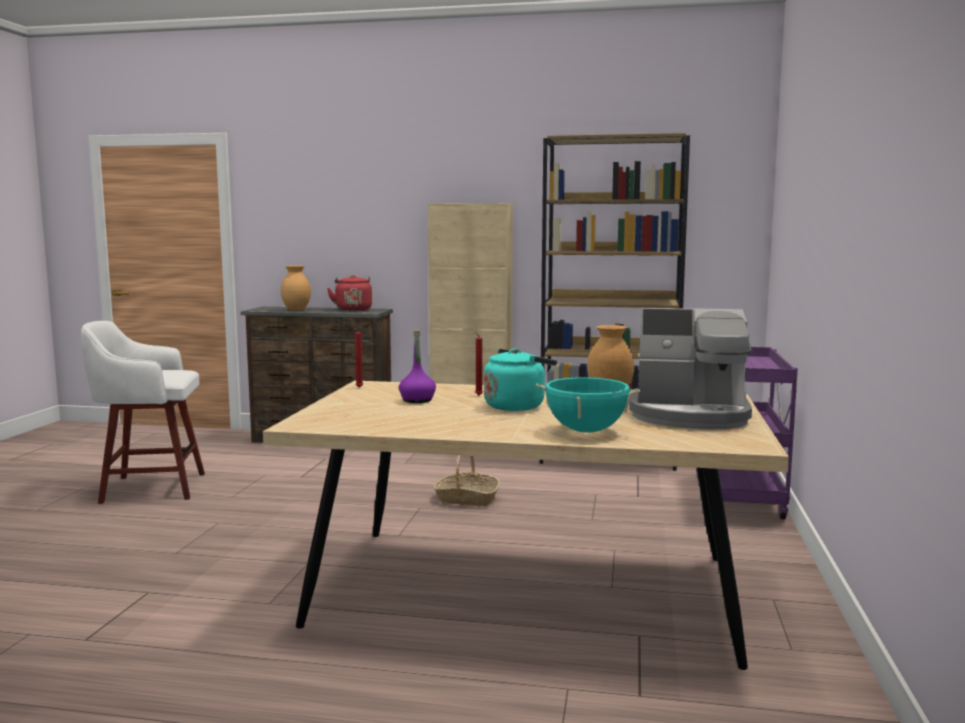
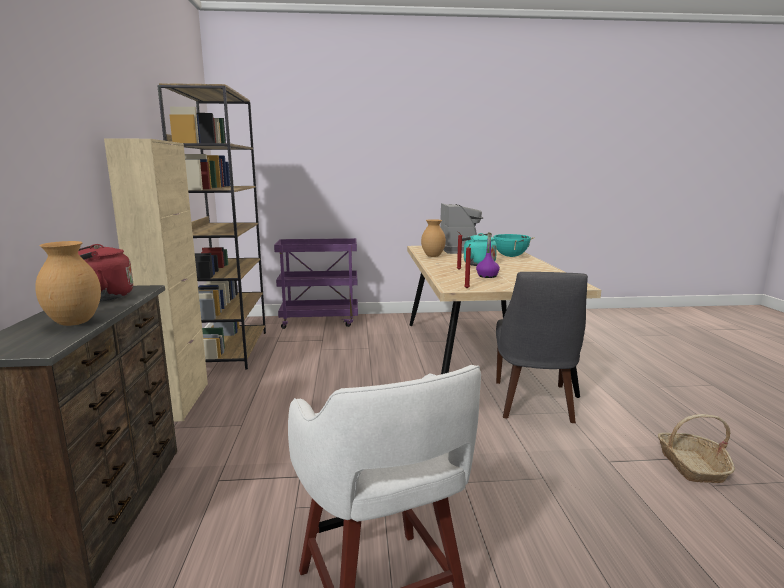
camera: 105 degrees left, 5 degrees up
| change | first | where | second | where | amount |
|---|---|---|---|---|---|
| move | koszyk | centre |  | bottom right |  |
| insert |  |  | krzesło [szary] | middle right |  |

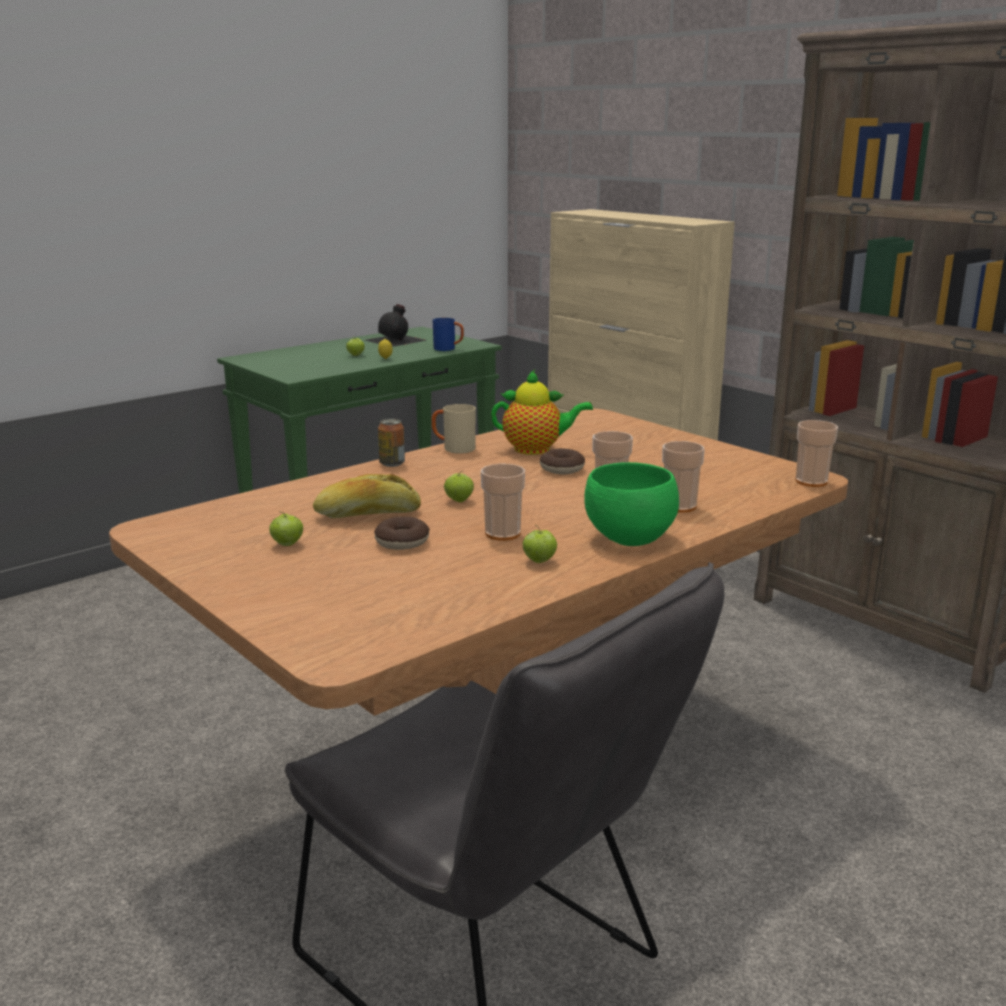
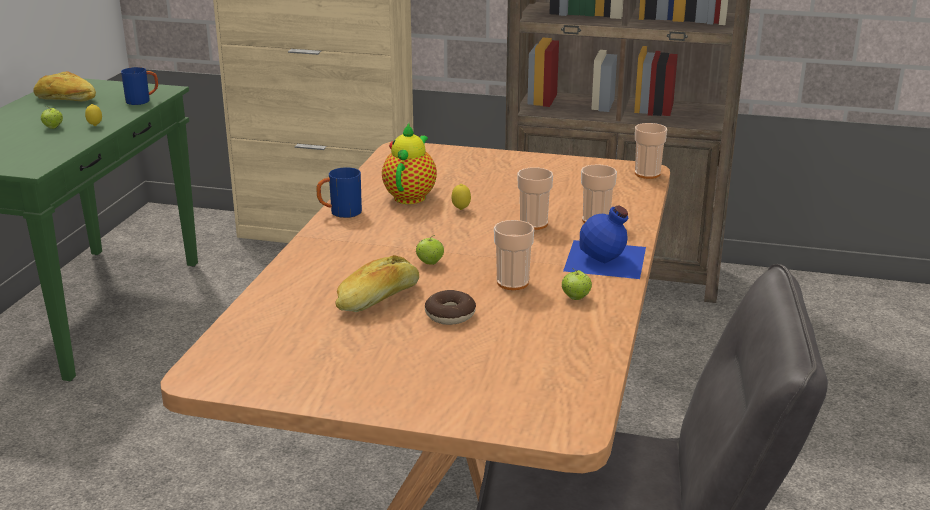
camera: 35 degrees left, 5 degrees up
| change | first | where | second | where | amount |
|---|---|---|---|---|---|
| delete | jabłko (1st from left) | middle left |  |  |  |
| replace | butelka [czarny] | top centre | chleb (1st from left) | top left |  |
| delete | puszka | centre |  |  |  |
| recolor | kubek [beżowy] | centre | kubek [niebieski] (2nd from left) | centre |  |
| rotate | imbryk | centre |  | top centre | 45 degrees counterclockwise |
| replace | donut (2nd from left) | centre | cytryna (2nd from left) | centre |  |
| replace | miska [zielony] | centre | butelka [niebieski] | centre |  |

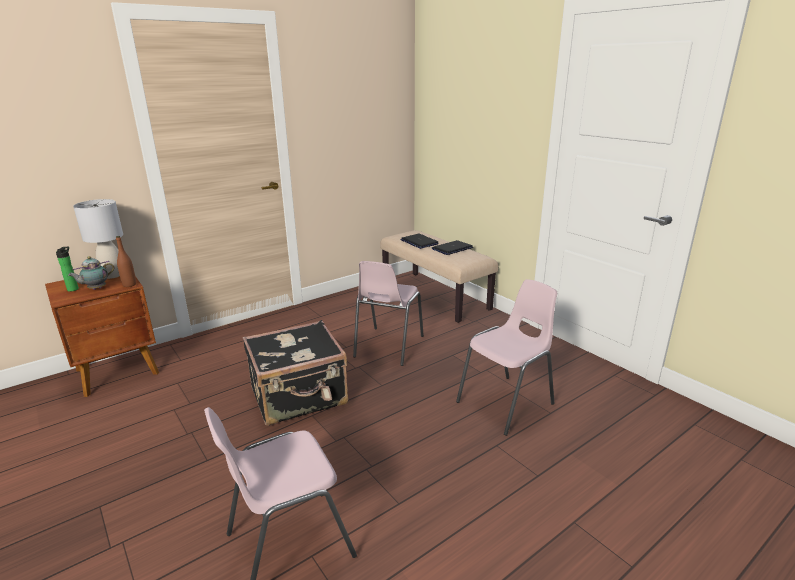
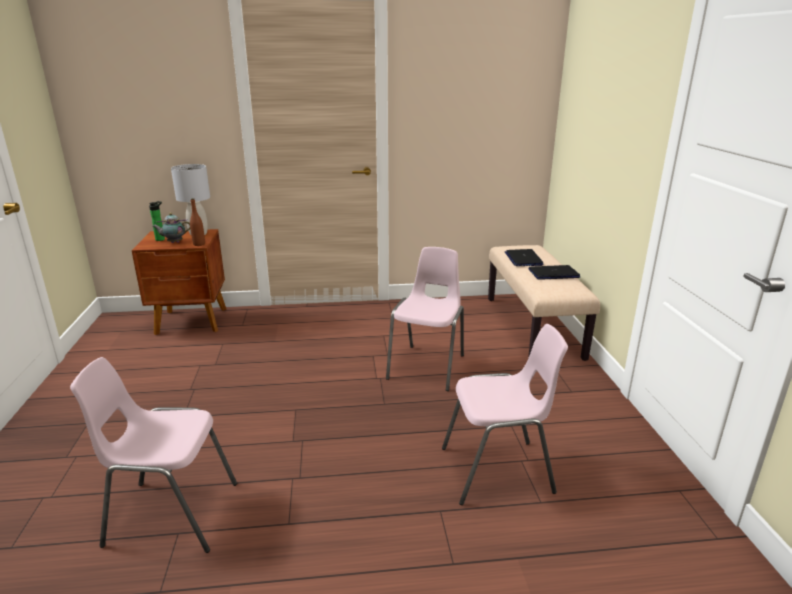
camera: 30 degrees right, 0 degrees up
| change | first | where | second | where | amount |
|---|---|---|---|---|---|
| delete | walizka [czarny] | centre |  |  |  |
| rotate | krzesło [różowy] (2nd from left) | centre |  | centre | 150 degrees clockwise |

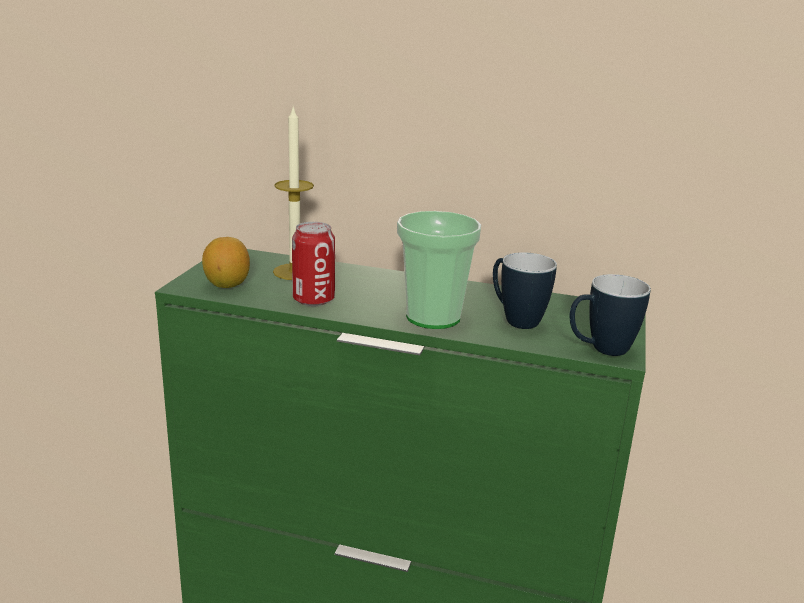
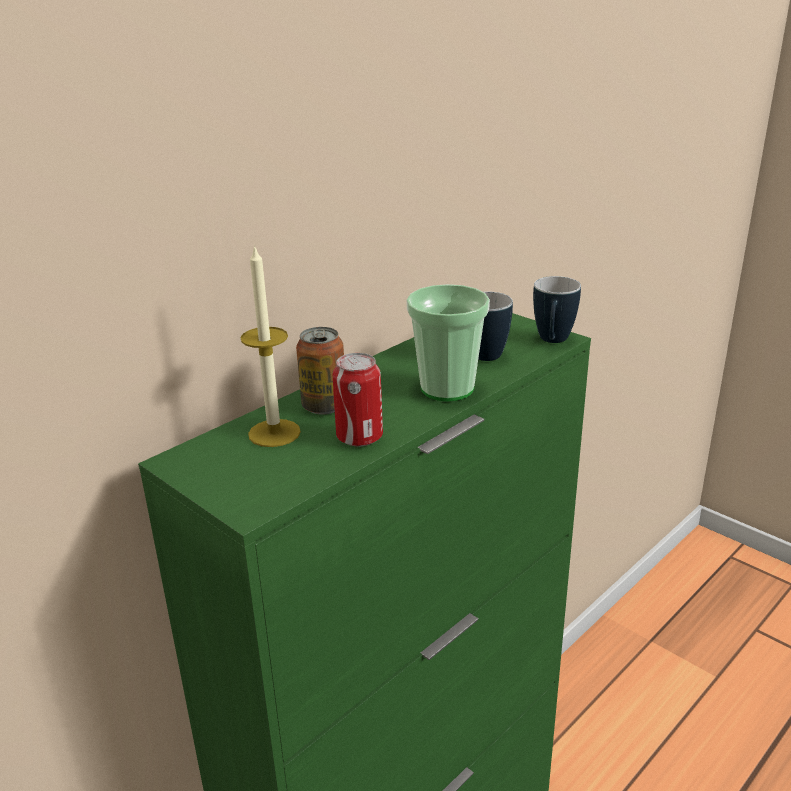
camera: 60 degrees left, 5 degrees up
| change | first | where | second | where | amount |
|---|---|---|---|---|---|
| delete | cytryna | middle left |  |  |  |
| insert |  |  | puszka (1st from left) | centre |  |

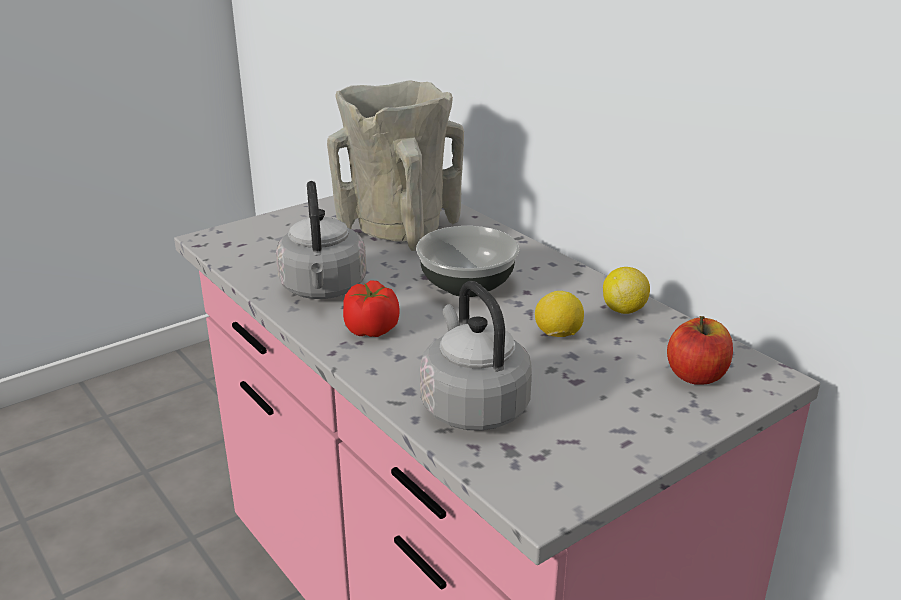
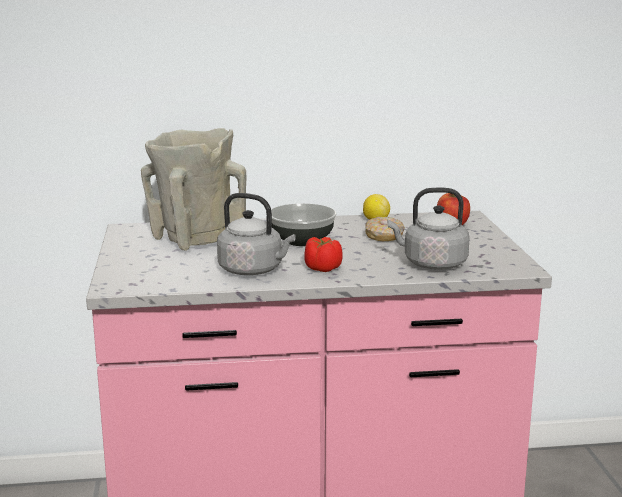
camera: 60 degrees left, 10 degrees down
| change | first | where | second | where | amount |
|---|---|---|---|---|---|
| replace | cytryna (1st from left) | centre | donut | centre |  |

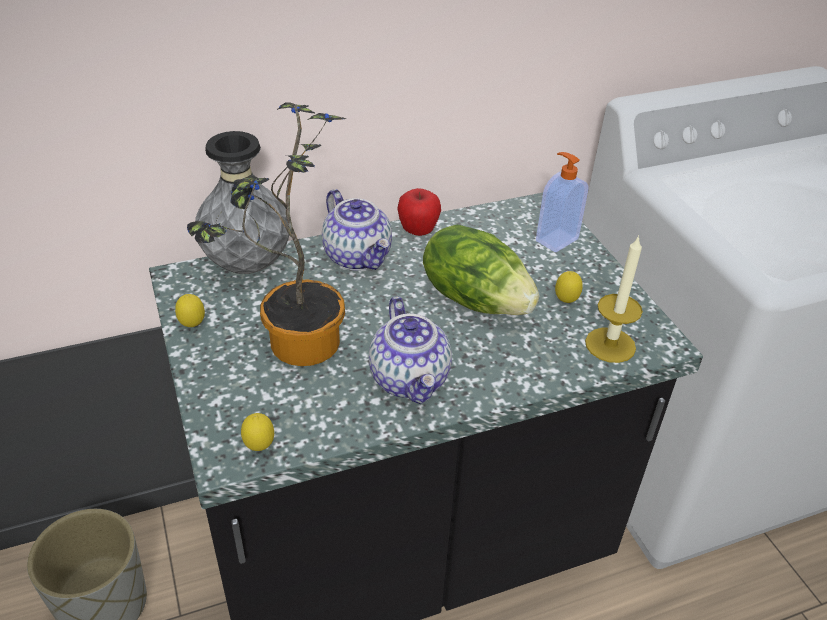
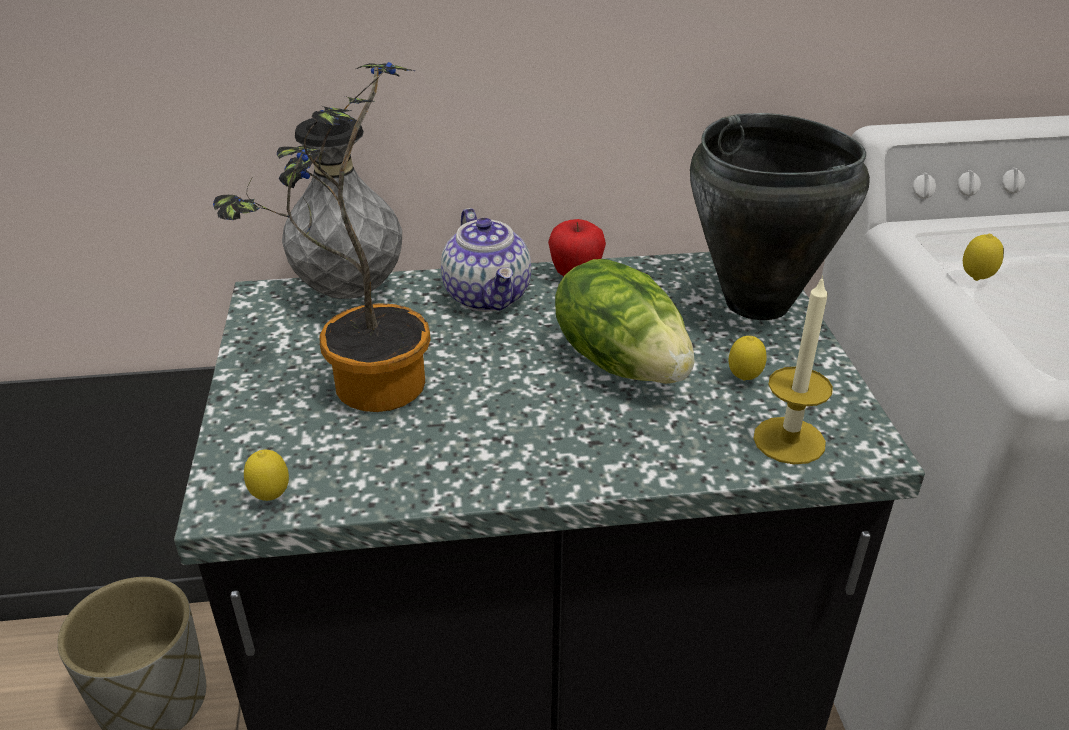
camera: 15 degrees right, 5 degrees down
| change | first | where | second | where | amount |
|---|---|---|---|---|---|
| move | cytryna (1st from left in the first image) | middle left | cytryna (3rd from left) | middle right |  |
| delete | imbryk (2nd from left) | centre |  |  |  |
| replace | dozownik mydła | top right | garnek [czarny] | top right |  |

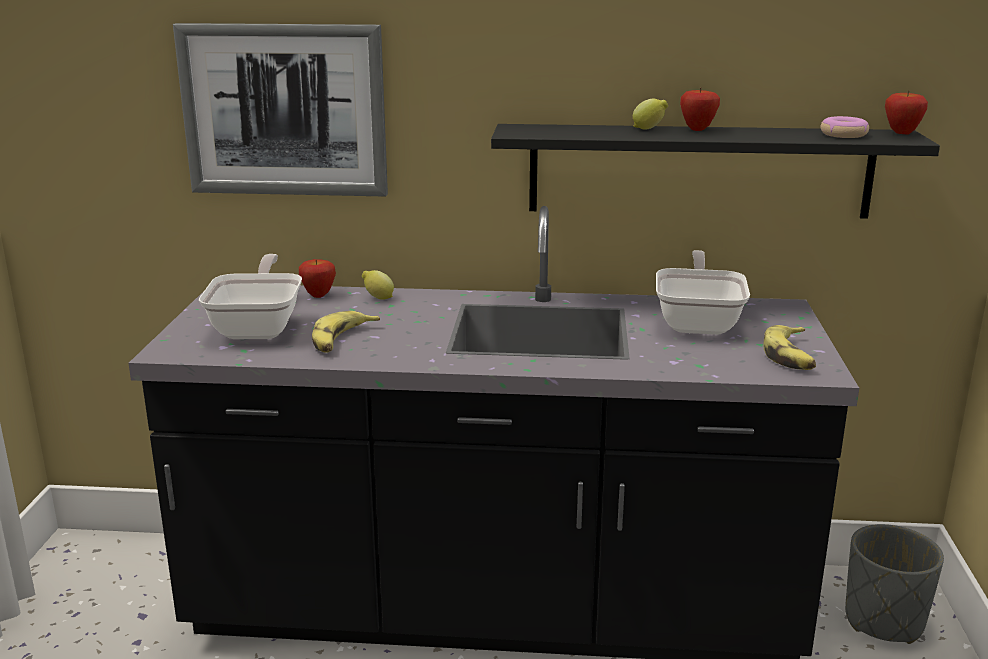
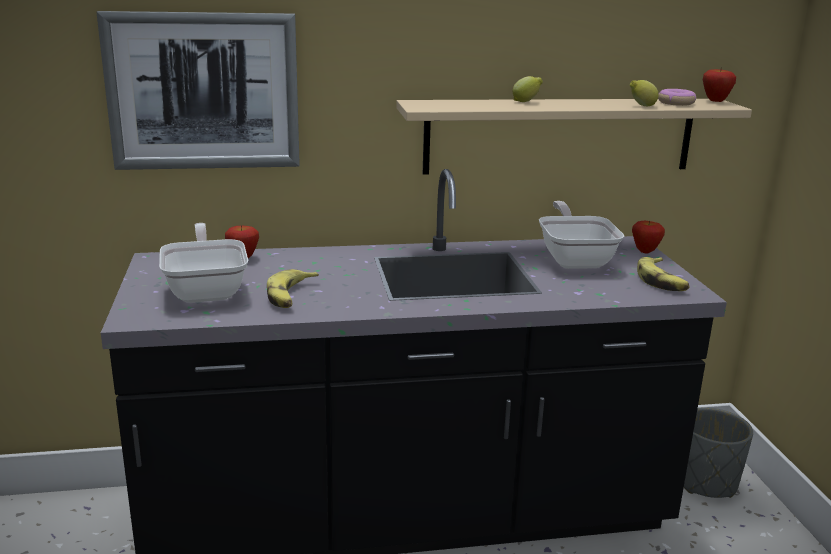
camera: 15 degrees left, 0 degrees up
| change | first | where | second | where | amount |
|---|---|---|---|---|---|
| move | cytryna (1st from left in the first image) | centre | cytryna (2nd from left) | top right |  |
| recolor | półka [czarny] | top right | półka [beżowy] | top right |  |
| move | jabłko (2nd from left) | top right |  | middle right |  |

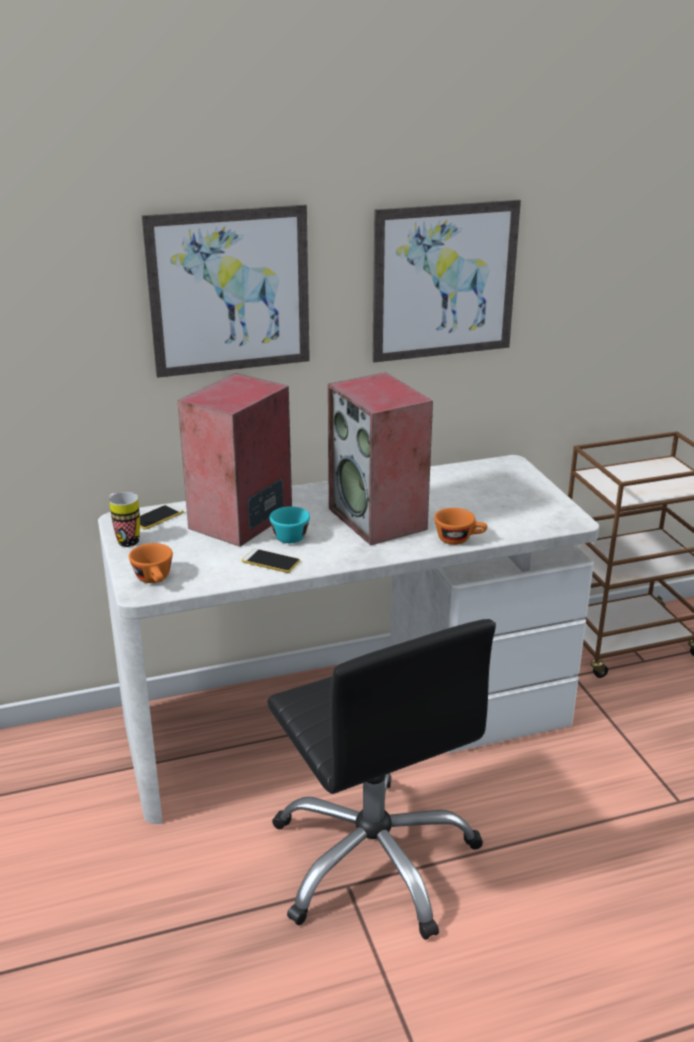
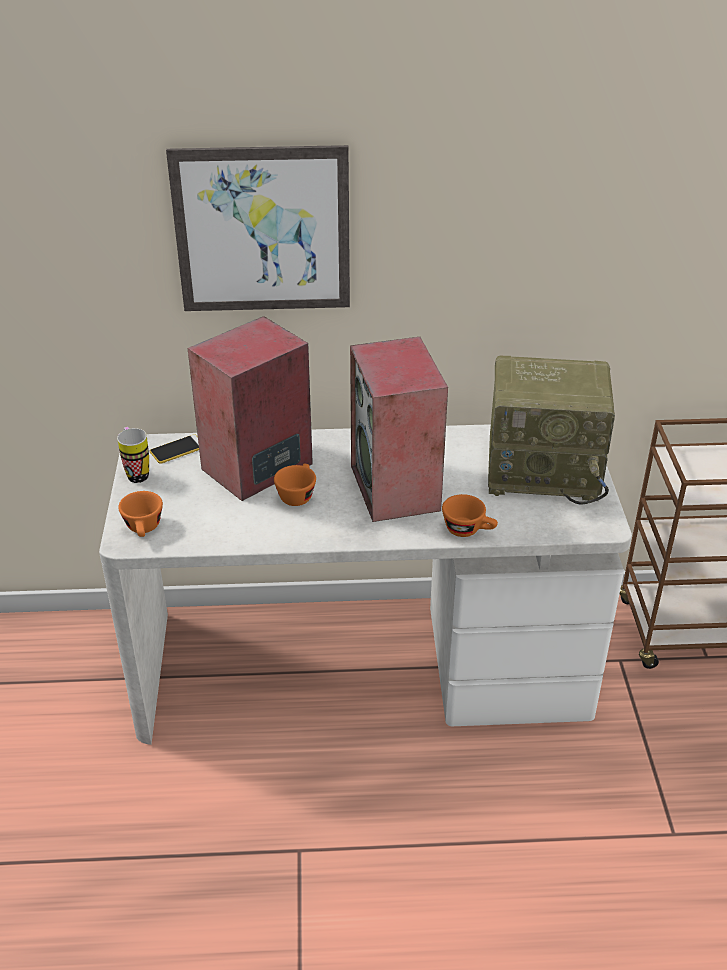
camera: 15 degrees right, 10 degrees up
| change | first | where | second | where | amount |
|---|---|---|---|---|---|
| delete | telefon (2nd from left) | centre |  |  |  |
| delete | krzesło biurowe [czarny] | bottom centre |  |  |  |
| recolor | filiżanka [turkusowy] | centre | filiżanka [pomarańczowy] (2nd from left) | centre |  |
| delete | obraz (2nd from left) | top centre |  |  |  |
| insert |  |  | radio | middle right |  |

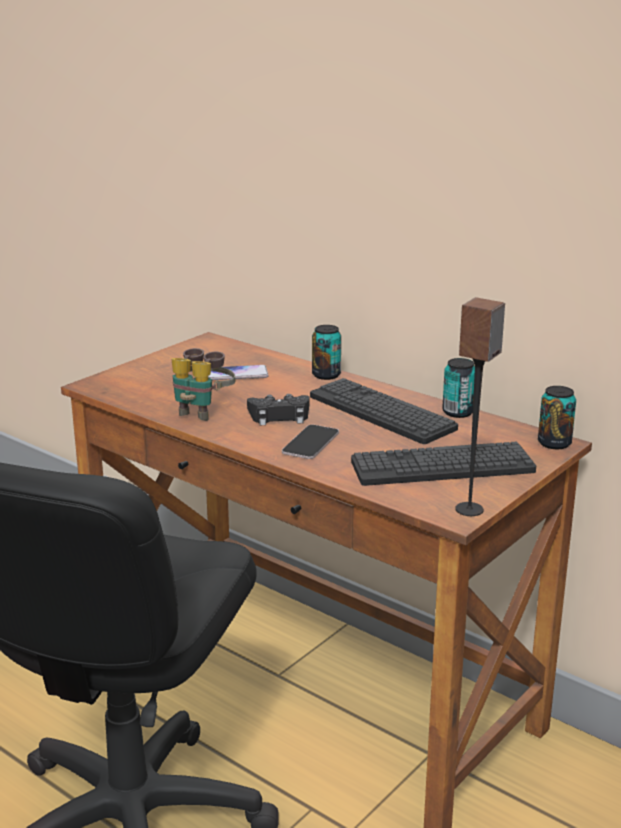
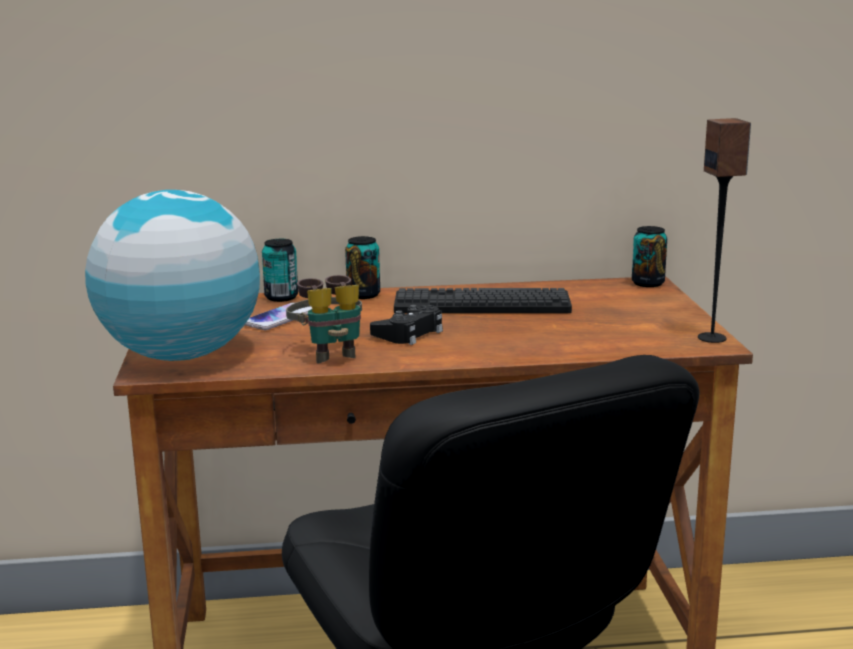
camera: 45 degrees left, 5 degrees down
| change | first | where | second | where | amount |
|---|---|---|---|---|---|
| delete | telefon (2nd from left) | centre |  |  |  |
| delete | klawiatura (2nd from left) | middle right |  |  |  |
| move | puszka (2nd from left in the first image) | middle right | puszka (1st from left) | middle left |  |
| insert |  |  | globus | middle left |  |

